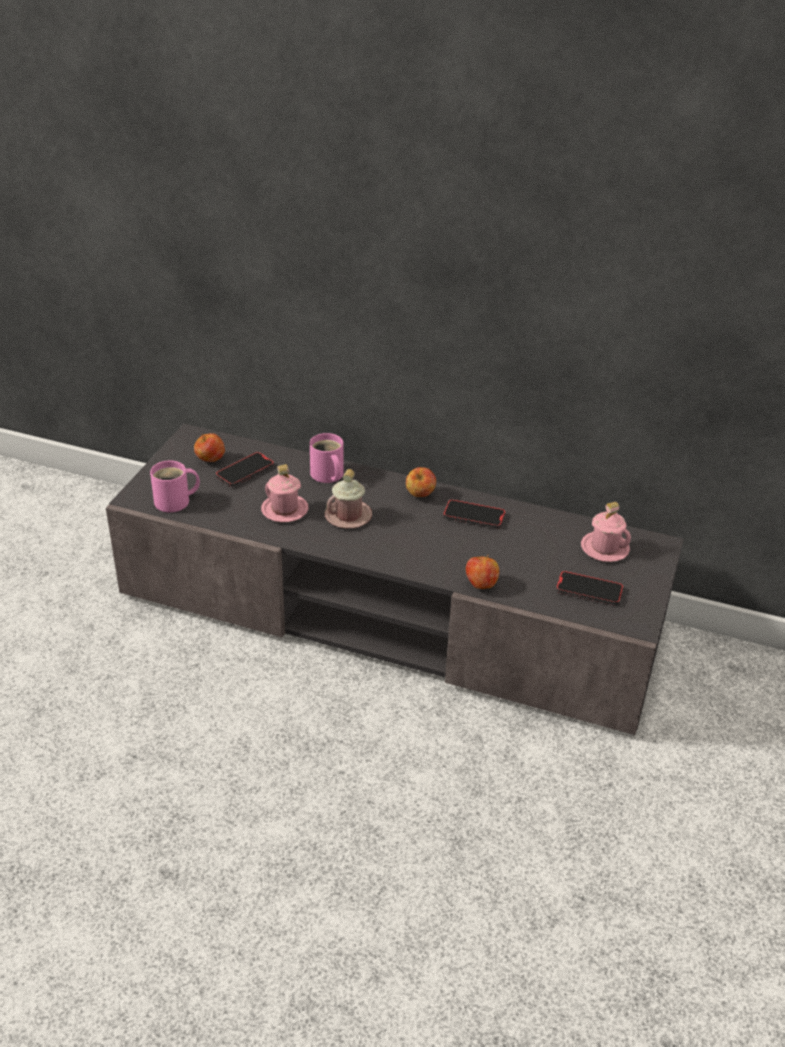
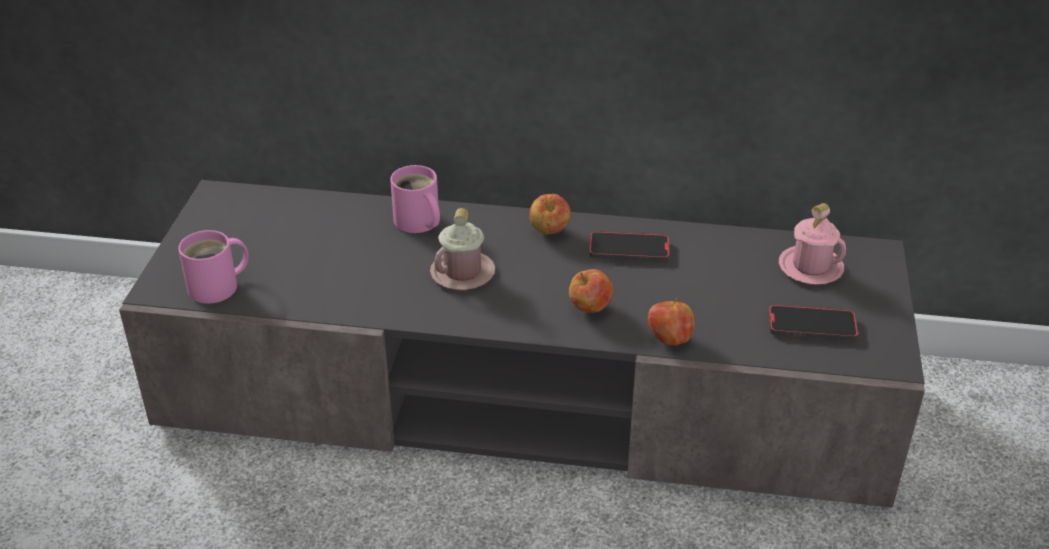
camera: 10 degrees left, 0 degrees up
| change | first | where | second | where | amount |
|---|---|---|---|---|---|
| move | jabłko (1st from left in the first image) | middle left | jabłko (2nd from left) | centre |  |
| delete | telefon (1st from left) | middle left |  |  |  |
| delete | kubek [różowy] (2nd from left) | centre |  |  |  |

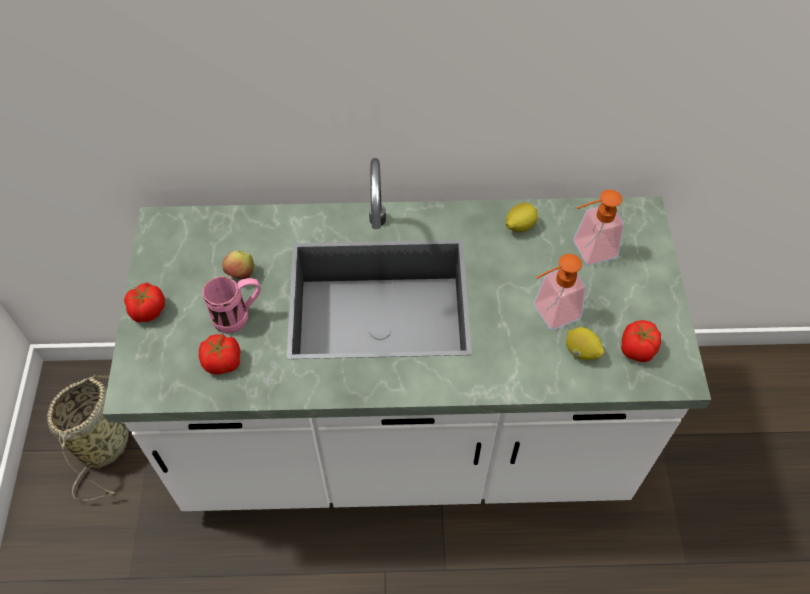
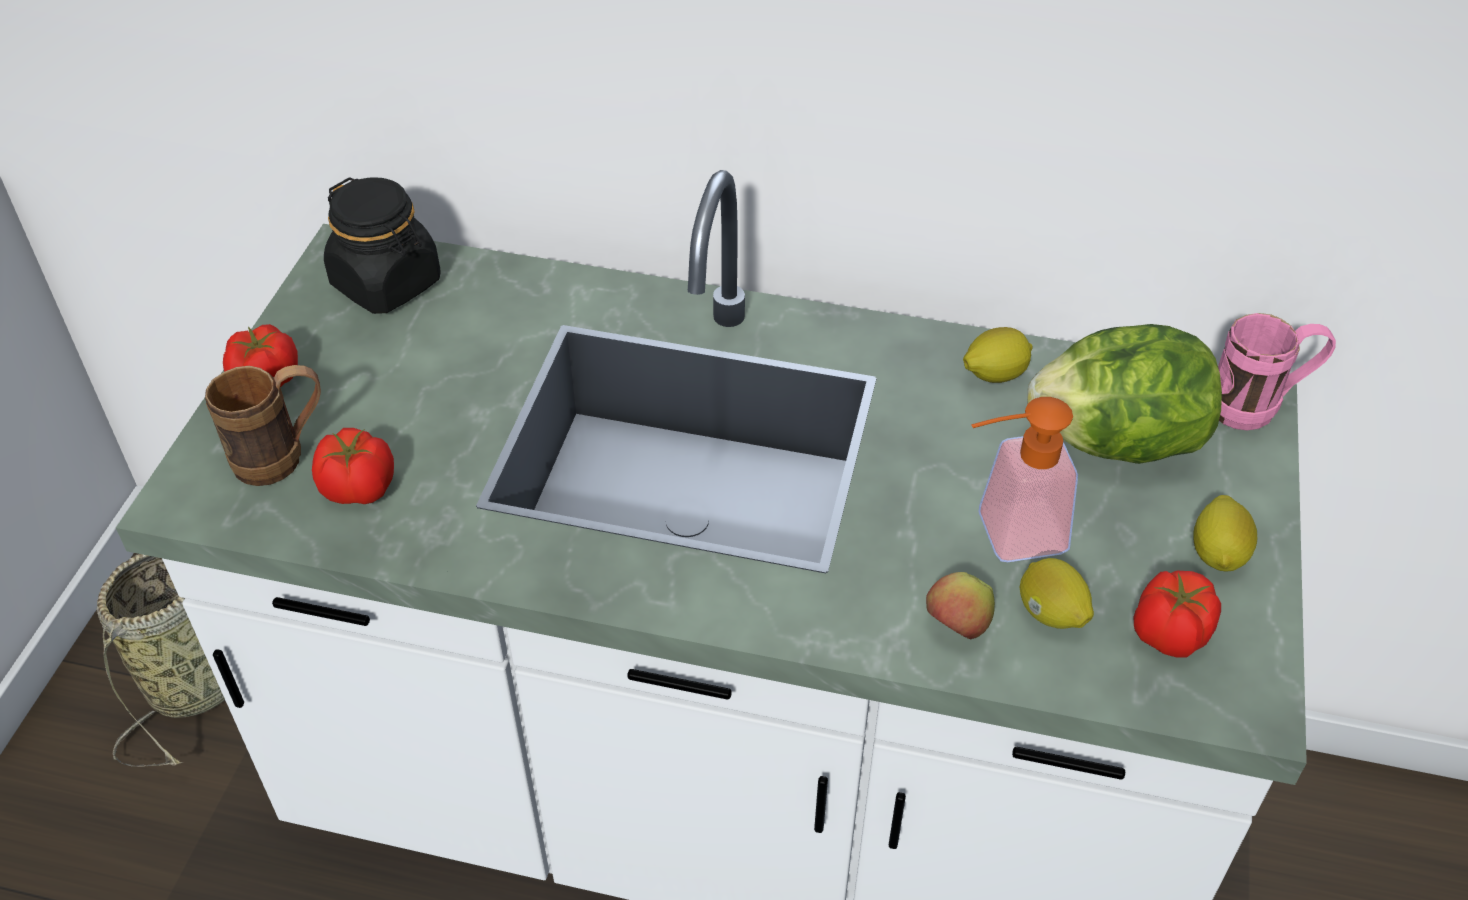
camera: 15 degrees right, 10 degrees down
| change | first | where | second | where | amount |
|---|---|---|---|---|---|
| move | kubek [różowy] | middle left |  | middle right |  |
| move | jabłko | middle left |  | bottom centre |  |
| replace | dozownik mydła (2nd from left) | middle right | sałata | middle right |  |
| insert |  |  | kubek [brązowy] | middle left |  |
| insert |  |  | słoik [czarny] | top left |  |
| insert |  |  | cytryna (3rd from left) | middle right |  |

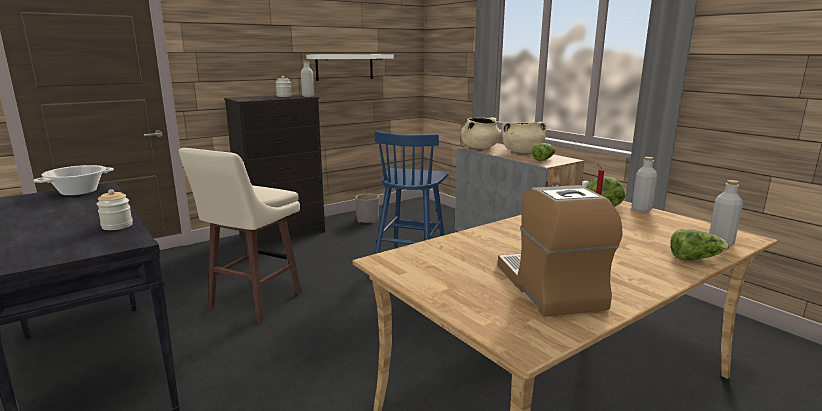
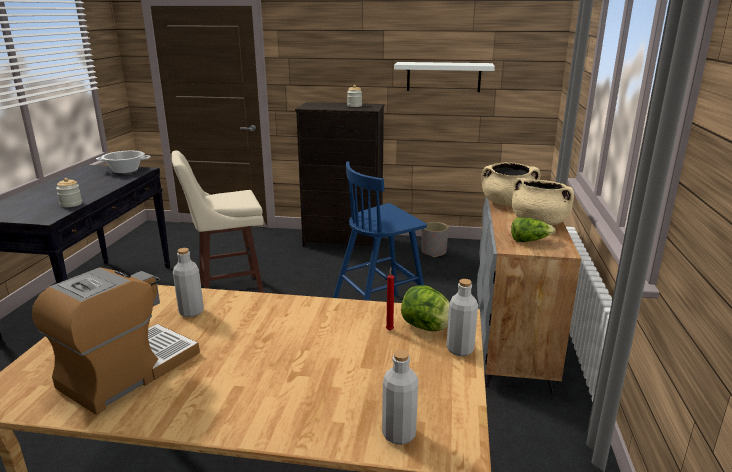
camera: 45 degrees right, 5 degrees up
| change | first | where | second | where | amount |
|---|---|---|---|---|---|
| move | butelka [szary] (1st from left) | top centre |  | middle left |  |
| delete | sałata (3rd from left) | middle right |  |  |  |

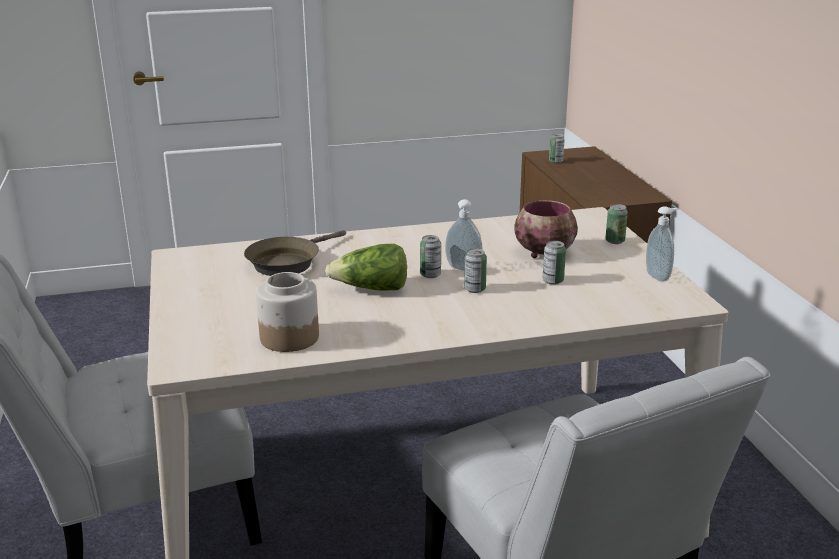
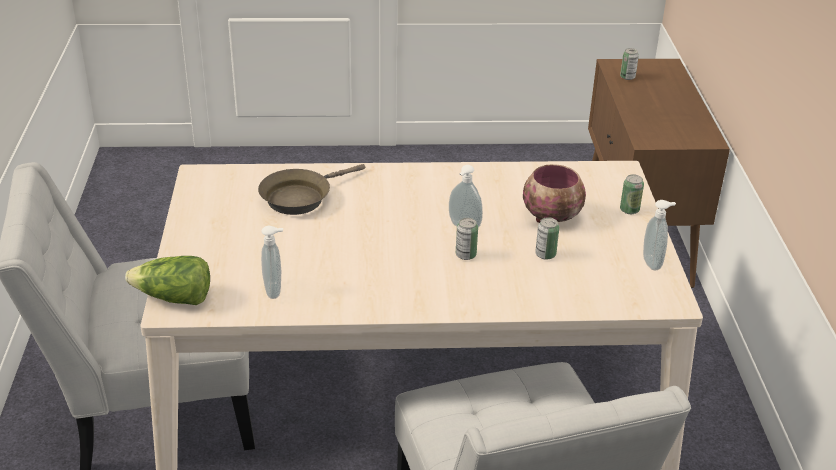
camera: 10 degrees right, 10 degrees up
| change | first | where | second | where | amount |
|---|---|---|---|---|---|
| replace | słoik | centre | dozownik mydła (1st from left) | middle left |  |
| move | sałata | centre |  | middle left |  |
| delete | puszka (1st from left) | centre |  |  |  |

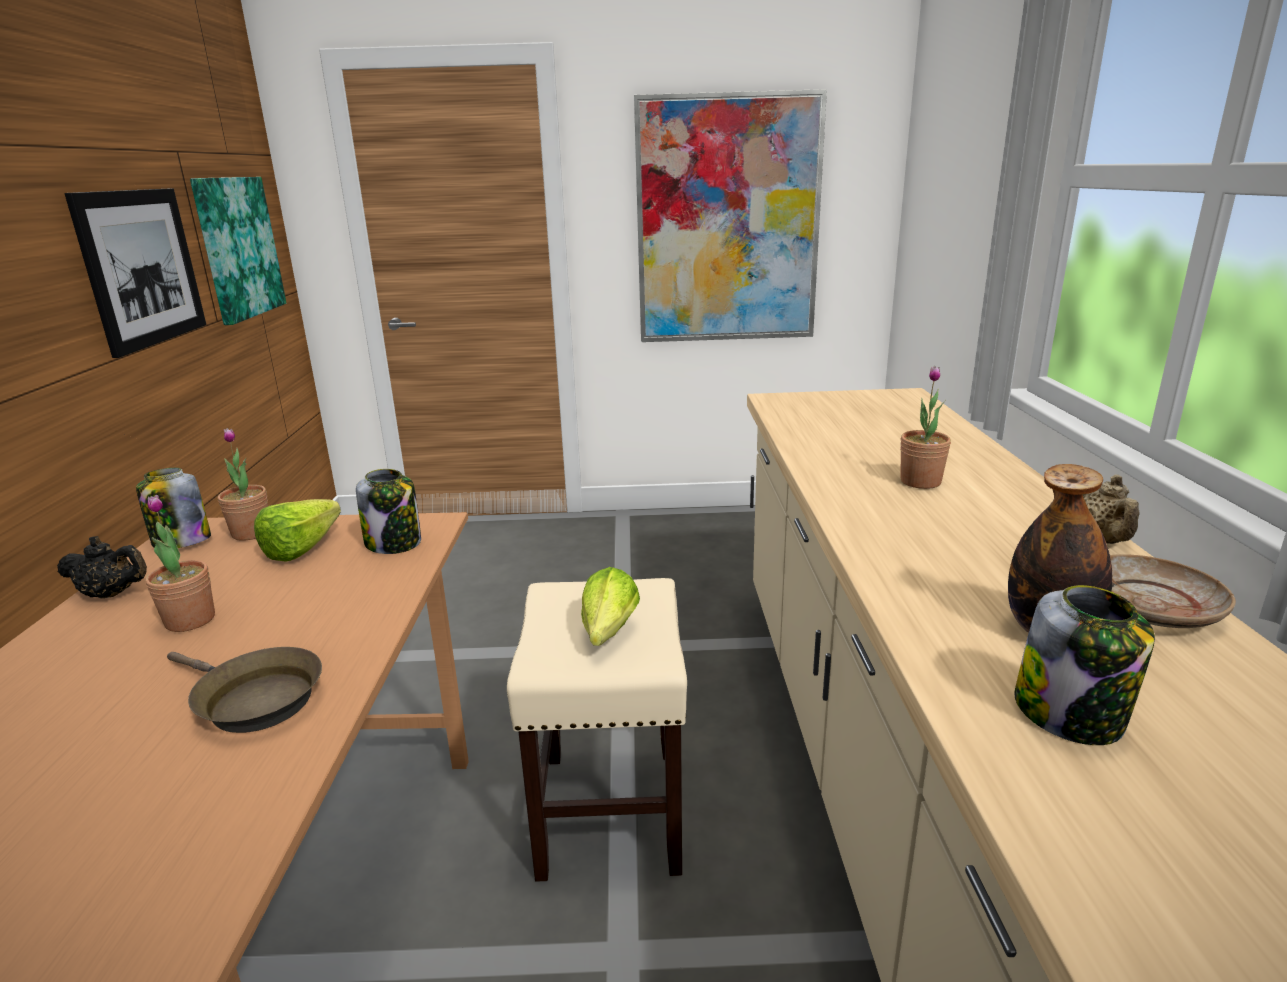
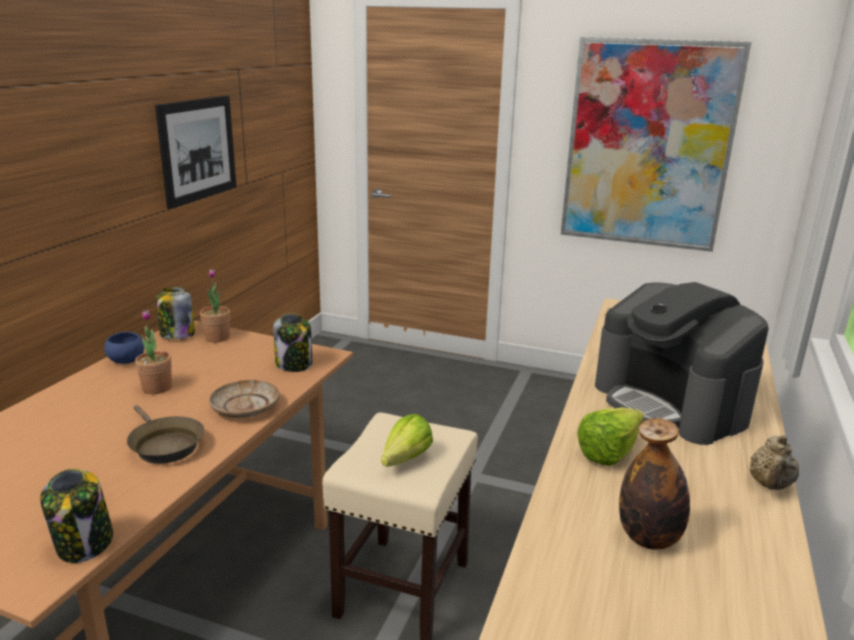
camera: 20 degrees right, 0 degrees up
| change | first | where | second | where | amount |
|---|---|---|---|---|---|
| replace | imbryk [czarny] | middle left | miska [niebieski] | middle left |  |
| delete | obraz (2nd from left) | top left |  |  |  |
| move | sałata (1st from left in the first image) | middle left | sałata (2nd from left) | bottom right |  |
| replace | roślina doniczkowa (3rd from left) | middle right | ekspres do kawy | middle right |  |
| move | słoik (3rd from left in the first image) | bottom right | słoik (1st from left) | bottom left |  |
| move | talerz [beżowy] | middle right |  | middle left |  |

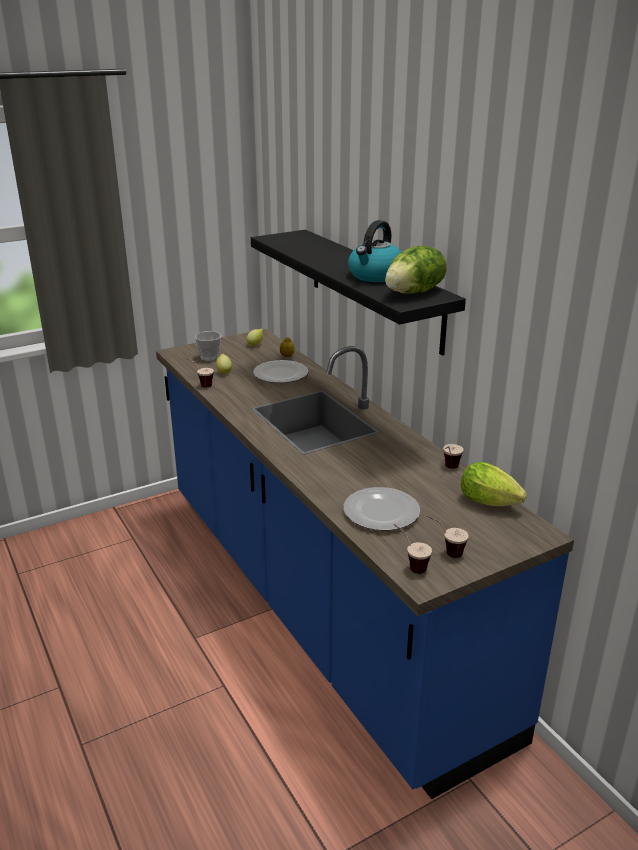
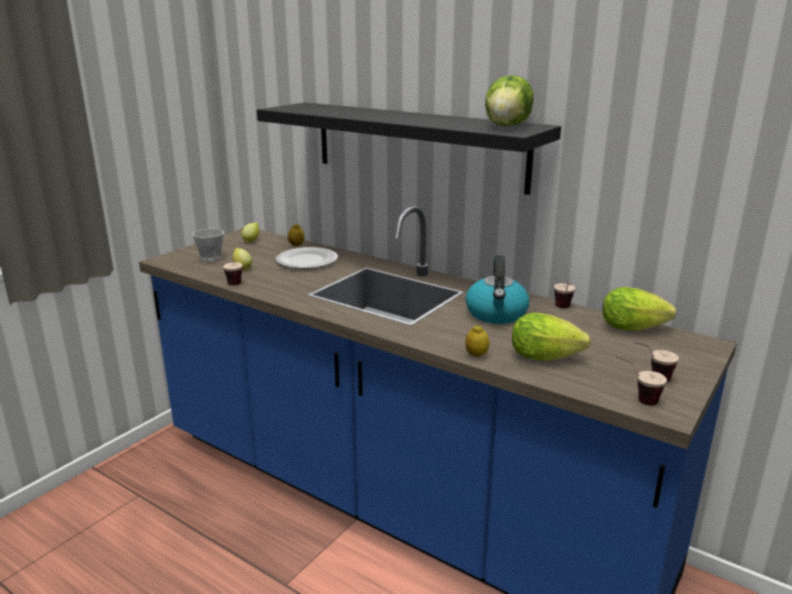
camera: 25 degrees left, 5 degrees down
| change | first | where | second | where | amount |
|---|---|---|---|---|---|
| replace | talerz (2nd from left) | centre | sałata (2nd from left) | middle right |  |
| move | czajnik | top centre |  | centre |  |
| insert |  |  | cytryna (4th from left) | centre |  |

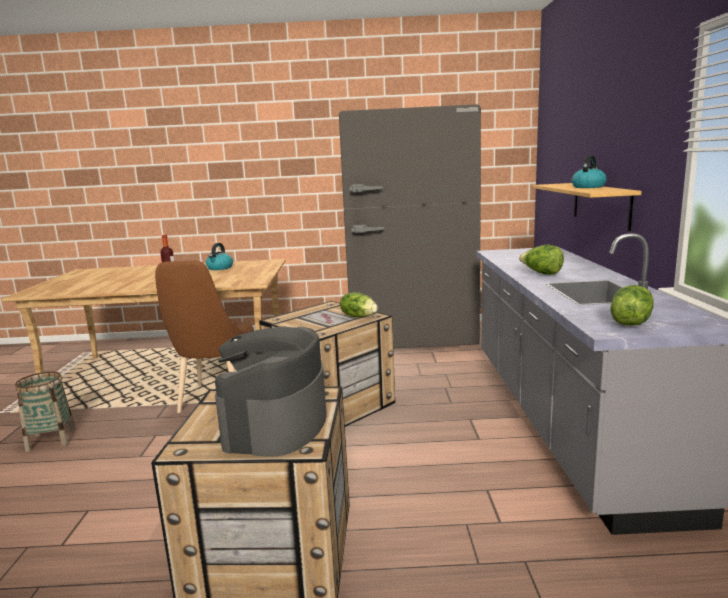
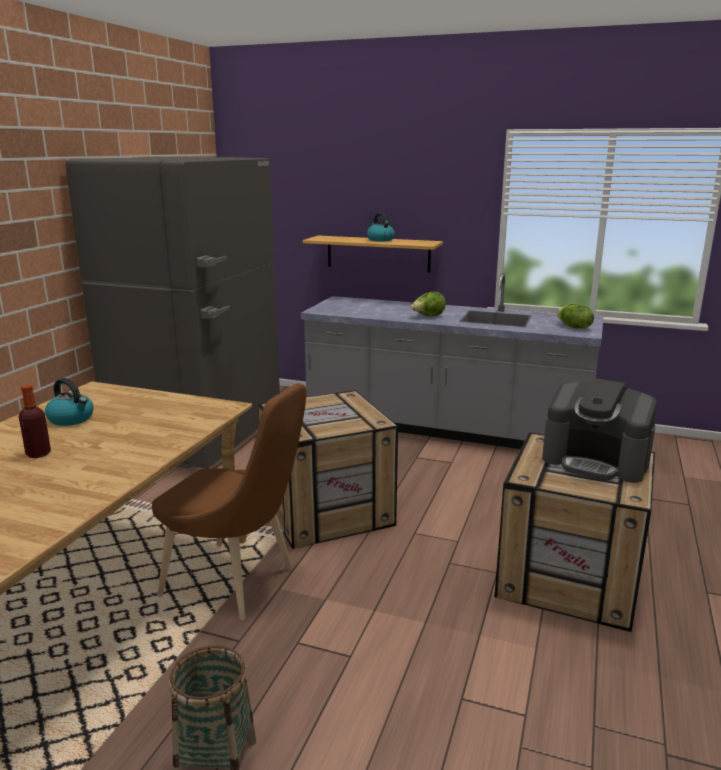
camera: 70 degrees left, 5 degrees up
| change | first | where | second | where | amount |
|---|---|---|---|---|---|
| delete | sałata (1st from left) | centre |  |  |  |

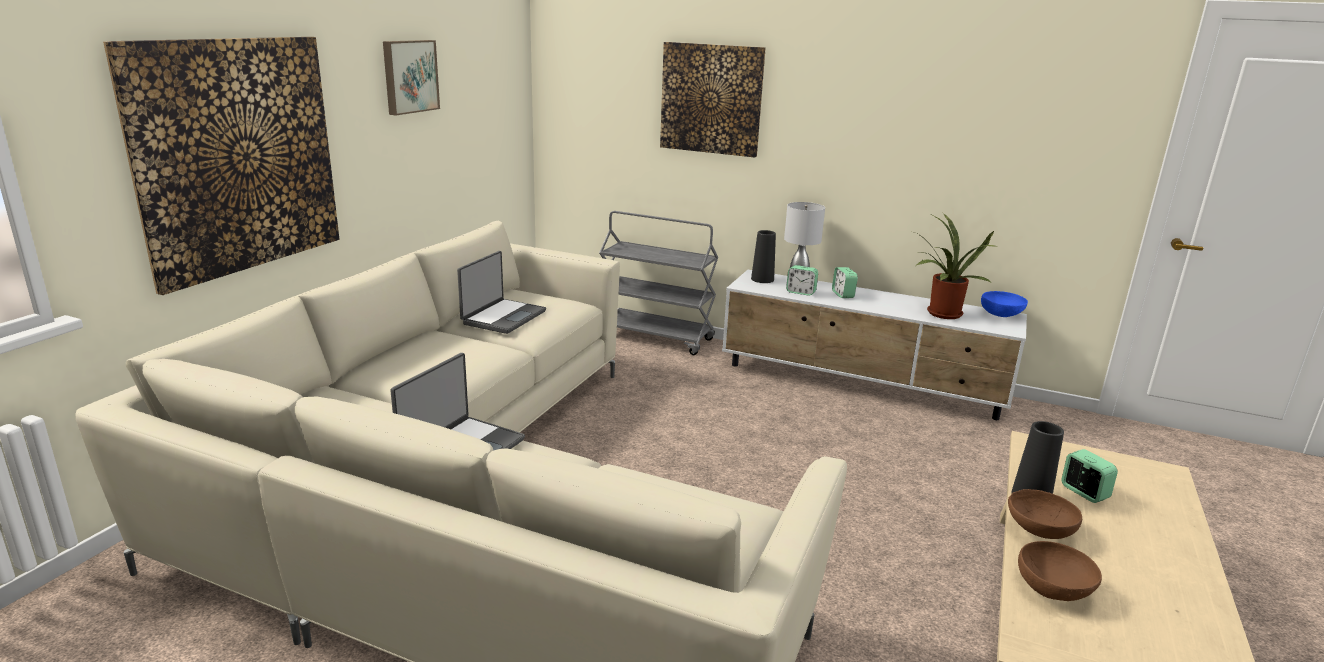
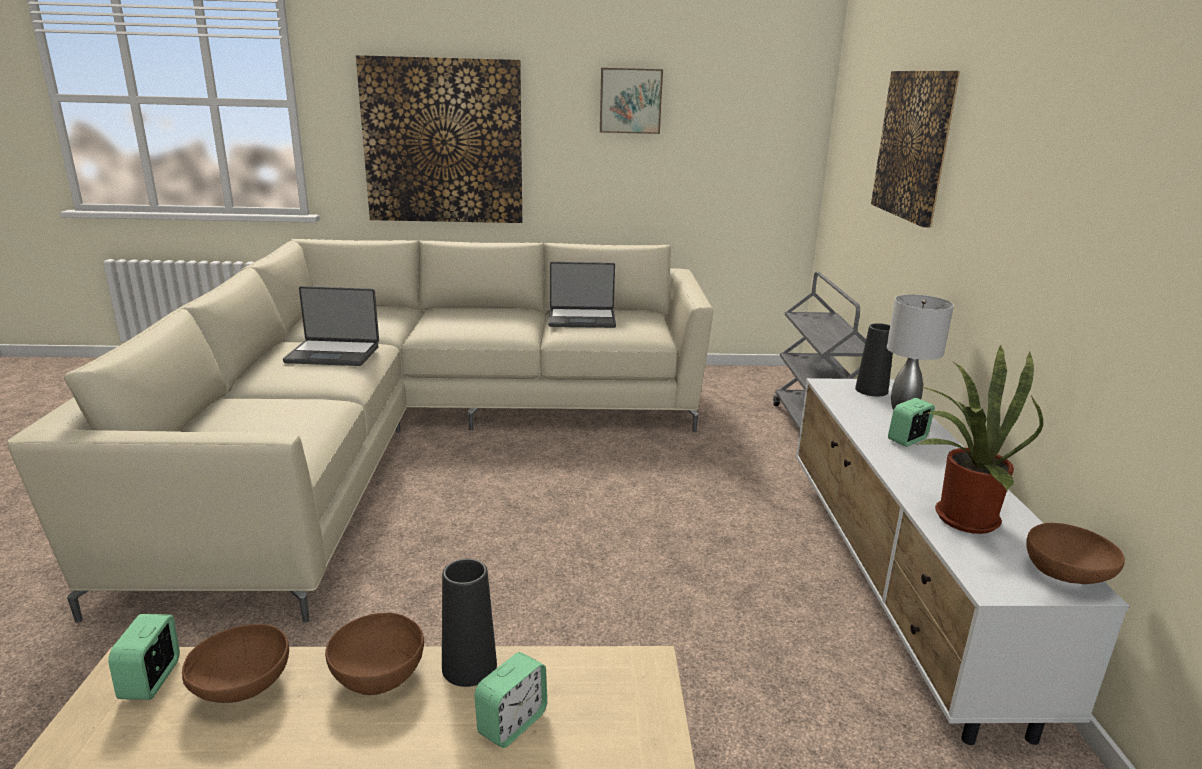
camera: 65 degrees right, 0 degrees up
| change | first | where | second | where | amount |
|---|---|---|---|---|---|
| move | budzik (1st from left) | centre |  | bottom left |  |
| recolor | miska [niebieski] | middle right | miska [brązowy] (3rd from left) | bottom right |  |

